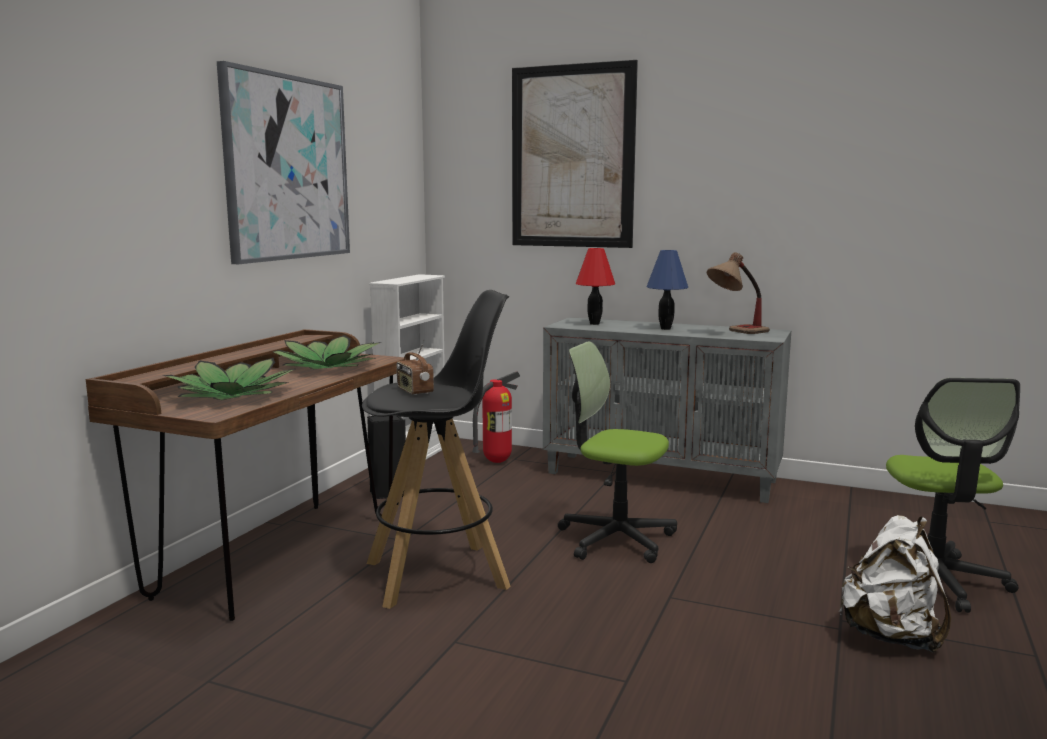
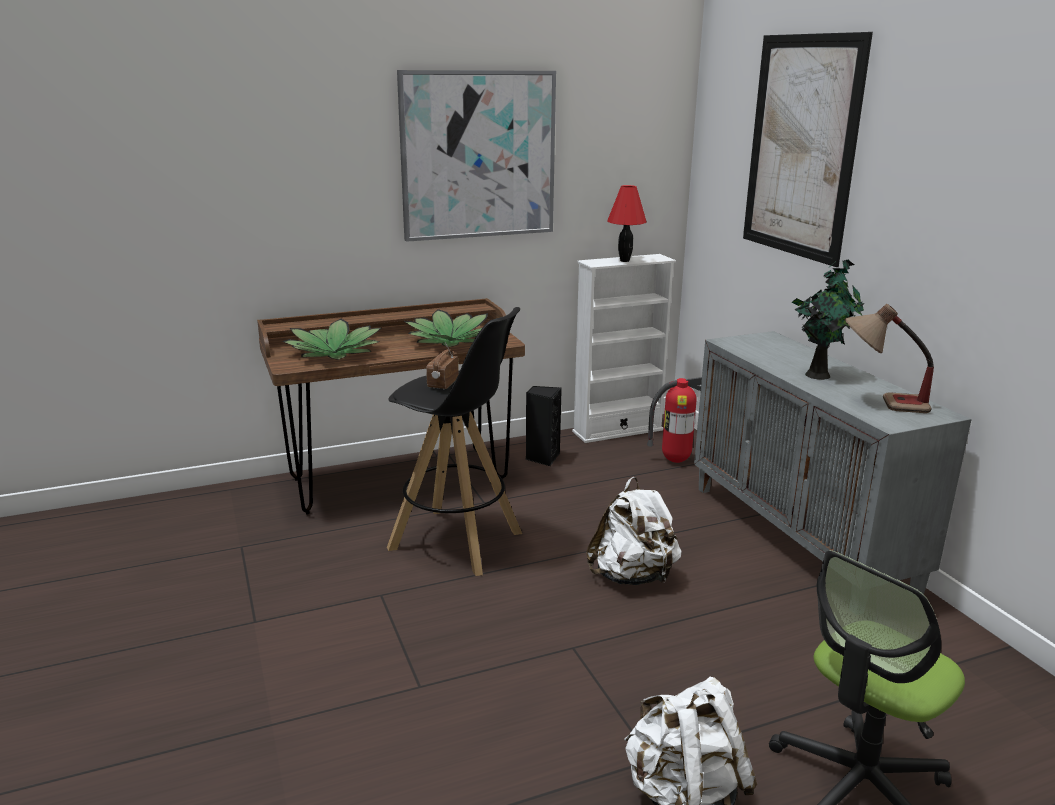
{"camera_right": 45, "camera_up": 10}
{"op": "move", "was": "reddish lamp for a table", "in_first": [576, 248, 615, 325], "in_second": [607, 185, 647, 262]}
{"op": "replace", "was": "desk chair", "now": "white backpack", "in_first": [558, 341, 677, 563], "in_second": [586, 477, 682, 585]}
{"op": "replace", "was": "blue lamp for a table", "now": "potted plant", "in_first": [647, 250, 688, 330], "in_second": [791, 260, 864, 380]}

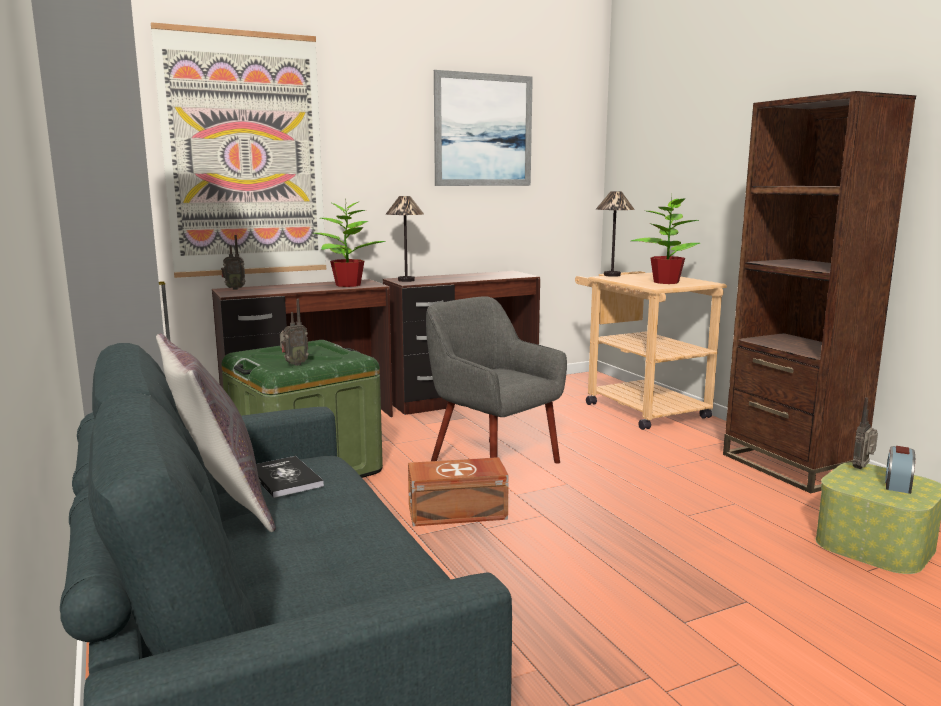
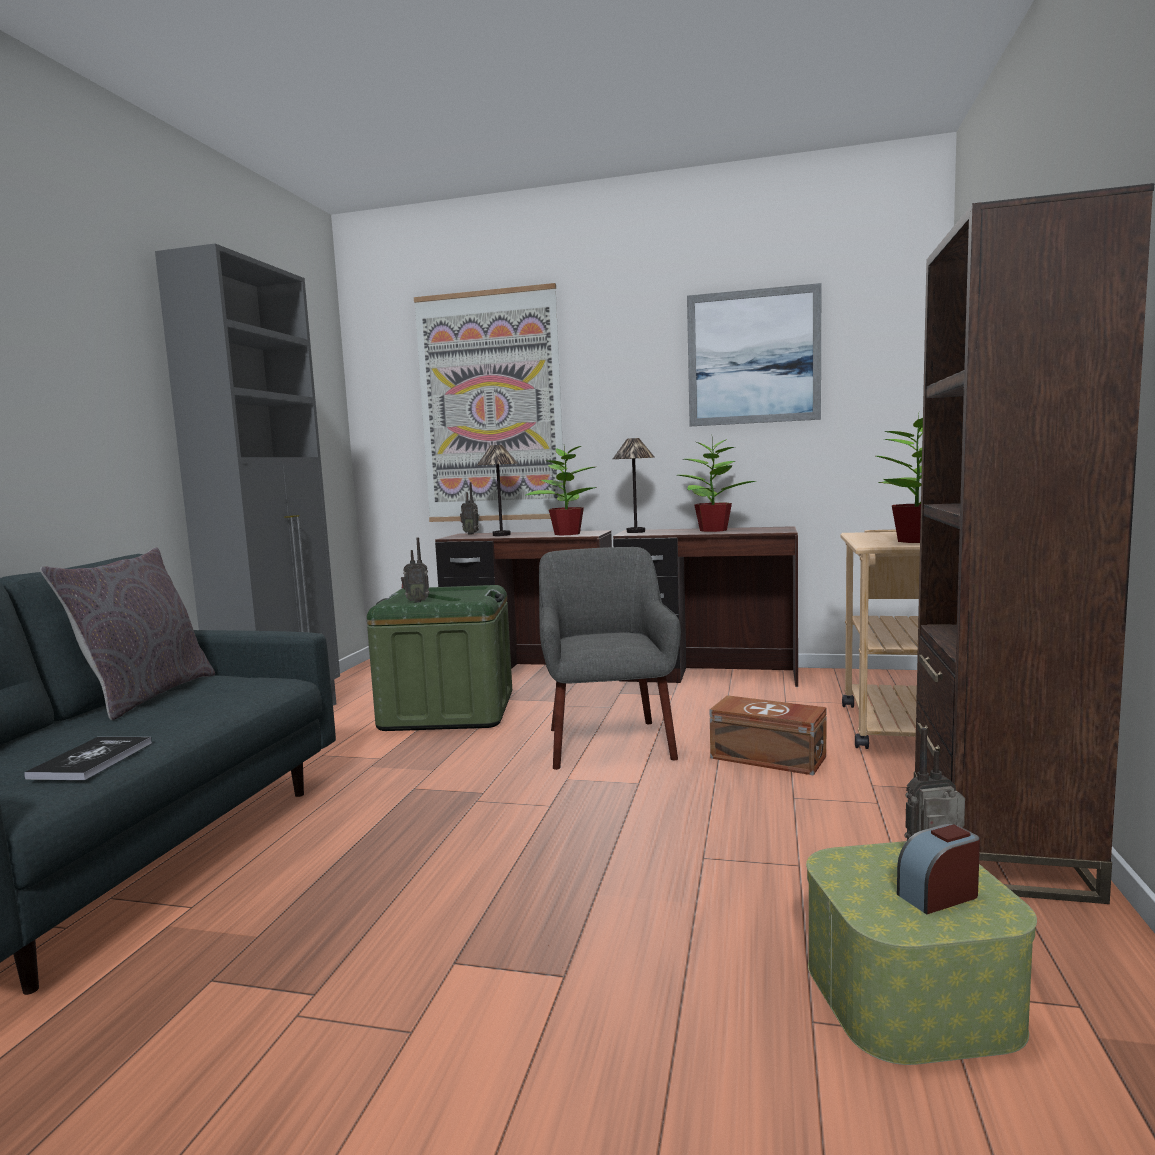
{"camera_right": 40, "camera_up": -5}
{"op": "insert", "now": "potted plant", "in_second": [678, 437, 756, 532]}
{"op": "move", "was": "volume", "in_first": [256, 456, 324, 498], "in_second": [24, 737, 152, 780]}
{"op": "move", "was": "brown-coloured storage bin", "in_first": [408, 457, 509, 526], "in_second": [710, 695, 827, 776]}
{"op": "move", "was": "lamp for a table", "in_first": [596, 191, 635, 277], "in_second": [477, 445, 518, 536]}

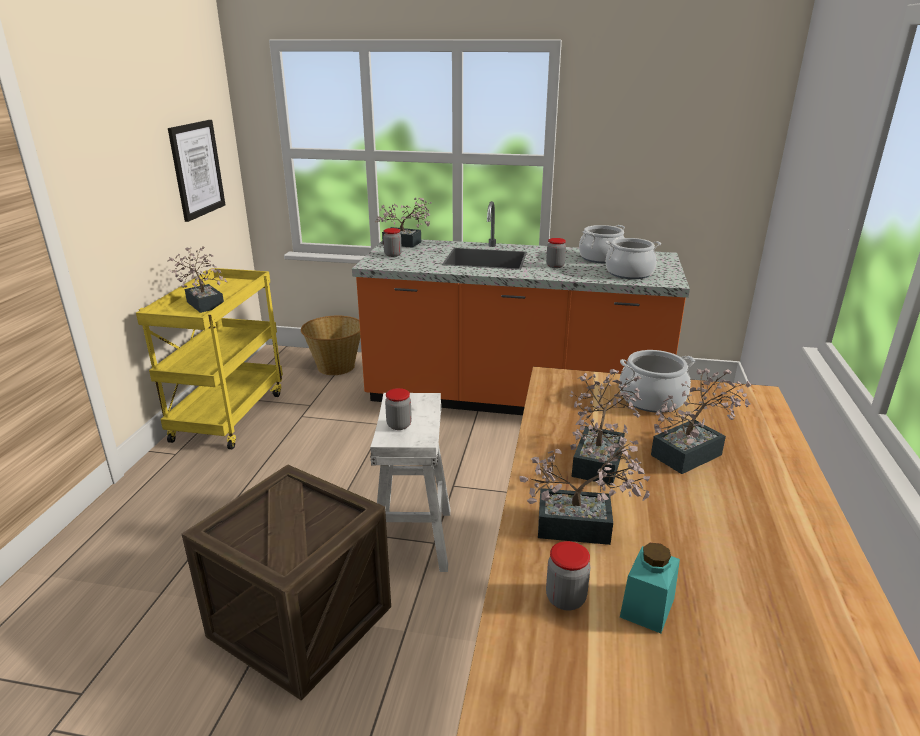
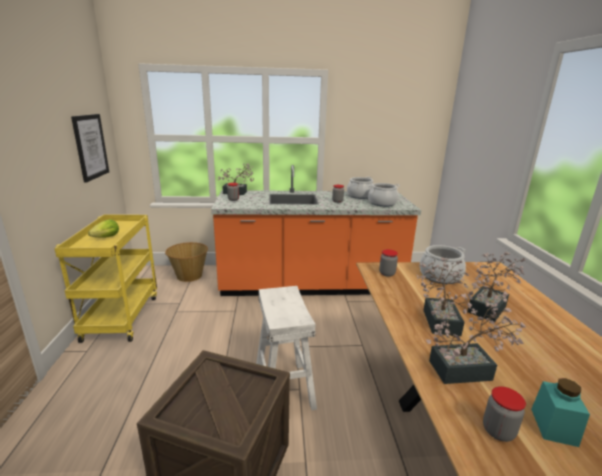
{"camera_right": -15, "camera_up": -5}
{"op": "move", "was": "storage jar", "in_first": [385, 388, 412, 430], "in_second": [379, 249, 398, 277]}
{"op": "replace", "was": "potted plant", "now": "lettuce", "in_first": [167, 246, 228, 313], "in_second": [88, 219, 119, 238]}

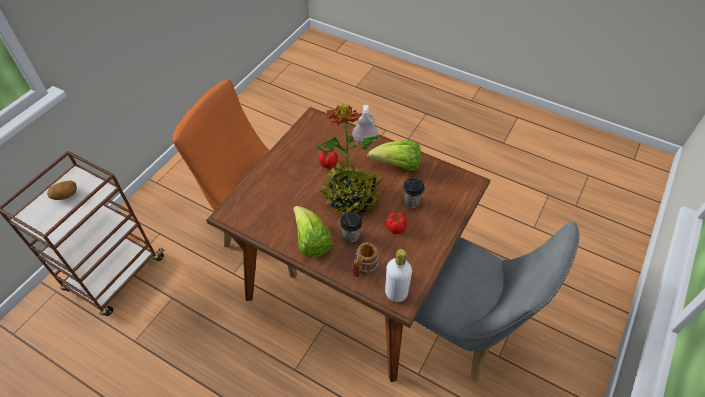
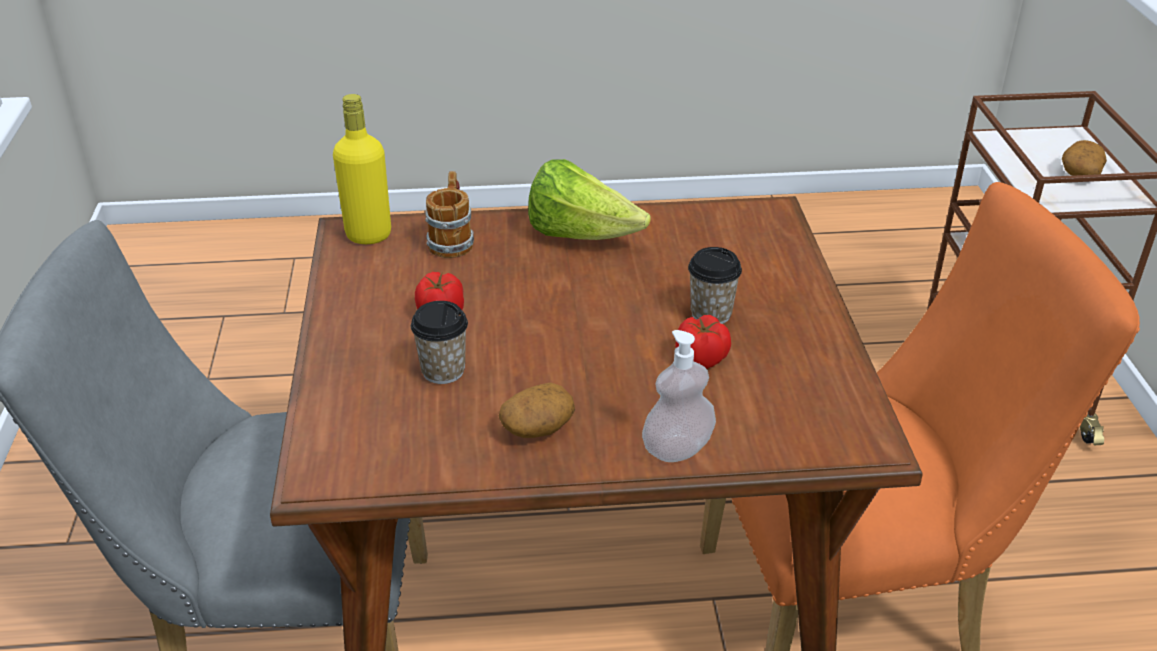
{"camera_right": 145, "camera_up": -15}
{"op": "delete", "was": "potted plant", "in_first": [316, 104, 384, 216]}
{"op": "move", "was": "small cup", "in_first": [340, 212, 363, 243], "in_second": [688, 247, 742, 324]}
{"op": "replace", "was": "lettuce", "now": "whole potato", "in_first": [367, 140, 421, 171], "in_second": [499, 383, 575, 438]}
{"op": "recolor", "was": "white drink bottle", "now": "yellow drink bottle", "in_first": [385, 249, 412, 302], "in_second": [333, 94, 391, 244]}

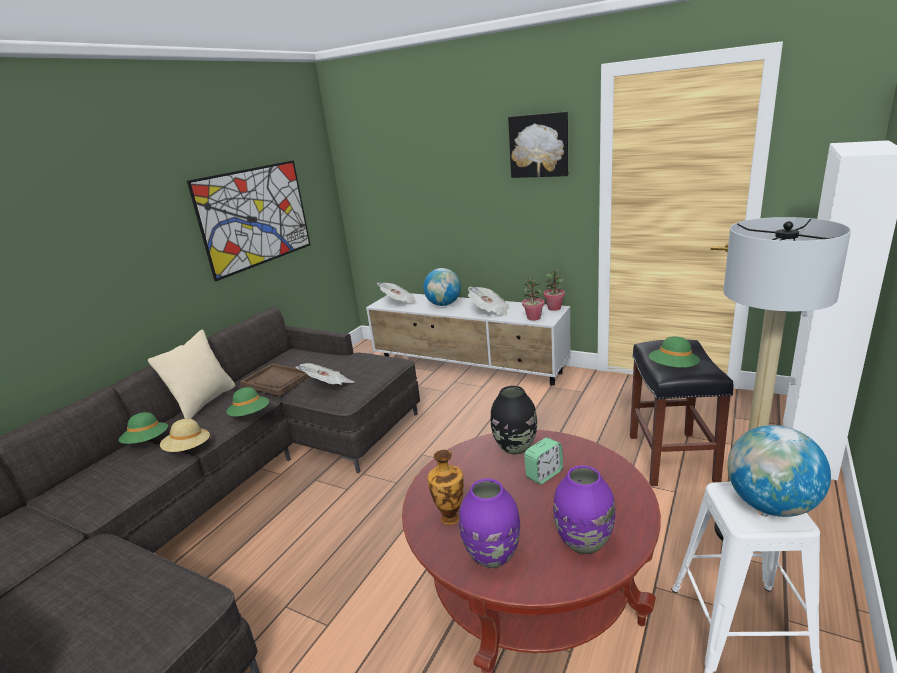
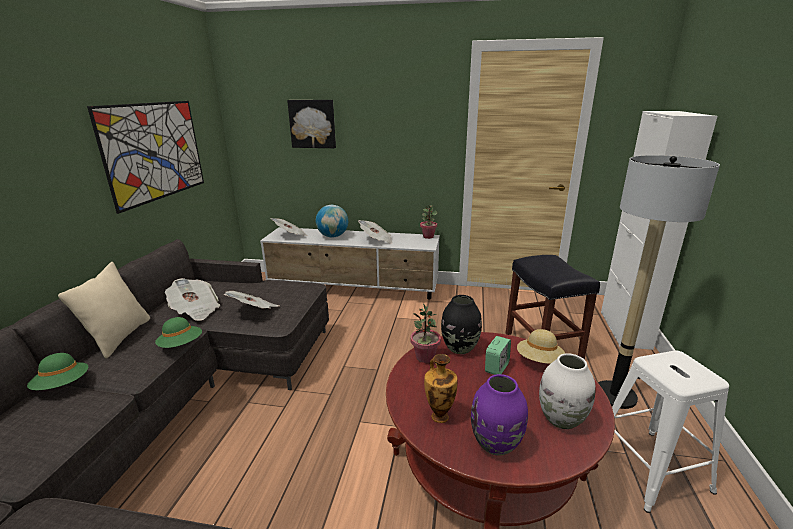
{"camera_right": -20, "camera_up": 0}
{"op": "delete", "was": "green-coloured wearable hat", "in_first": [649, 336, 700, 368]}
{"op": "delete", "was": "desk globe", "in_first": [727, 425, 831, 517]}
{"op": "move", "was": "beige wearable hat", "in_first": [160, 418, 212, 452], "in_second": [517, 329, 565, 364]}
{"op": "move", "was": "picture", "in_first": [508, 112, 568, 178], "in_second": [287, 100, 336, 148]}
{"op": "move", "was": "potted plant", "in_first": [522, 277, 545, 321], "in_second": [411, 303, 441, 363]}
{"op": "replace", "was": "brown-coloured carrying tray", "now": "printed paper", "in_first": [240, 363, 310, 396], "in_second": [165, 278, 220, 321]}
{"op": "recolor", "was": "purplish decorative vase", "now": "white decorative vase", "in_first": [553, 465, 615, 554], "in_second": [539, 353, 596, 429]}

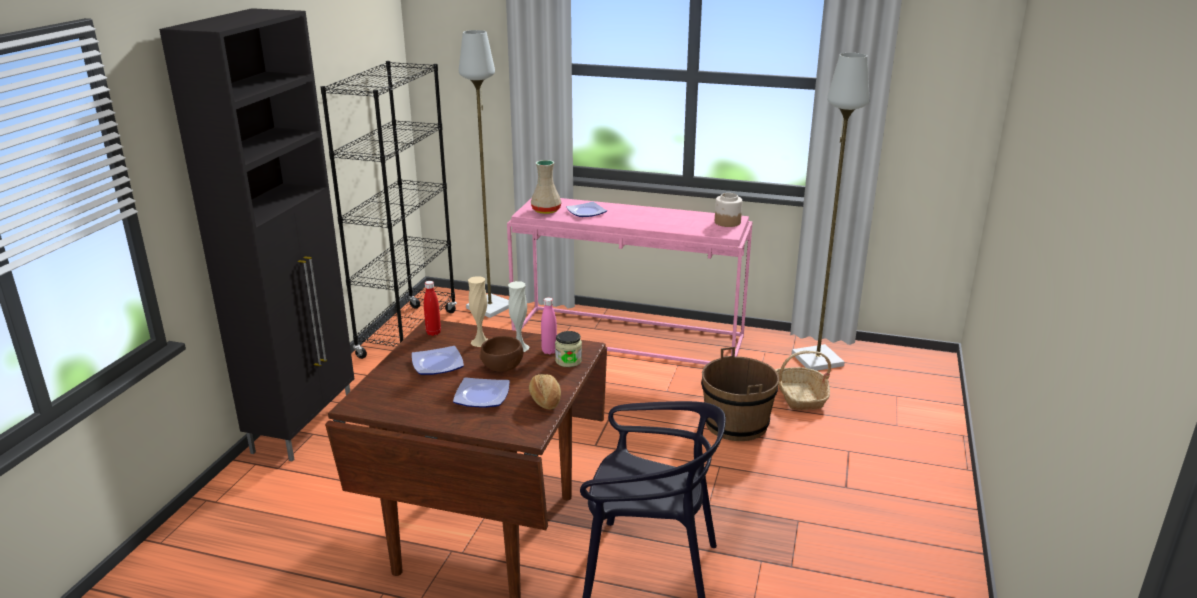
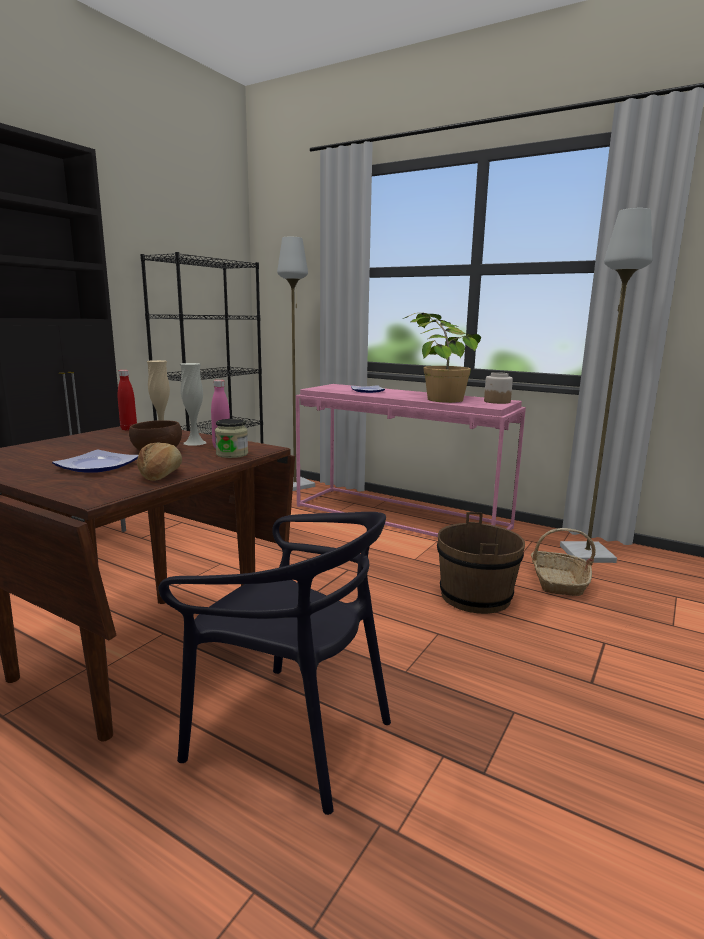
{"camera_right": 15, "camera_up": -10}
{"op": "delete", "was": "dinner plate", "in_first": [412, 346, 464, 375]}
{"op": "delete", "was": "beige decorative vase", "in_first": [531, 160, 562, 214]}
{"op": "insert", "now": "potted plant", "in_second": [403, 313, 481, 403]}

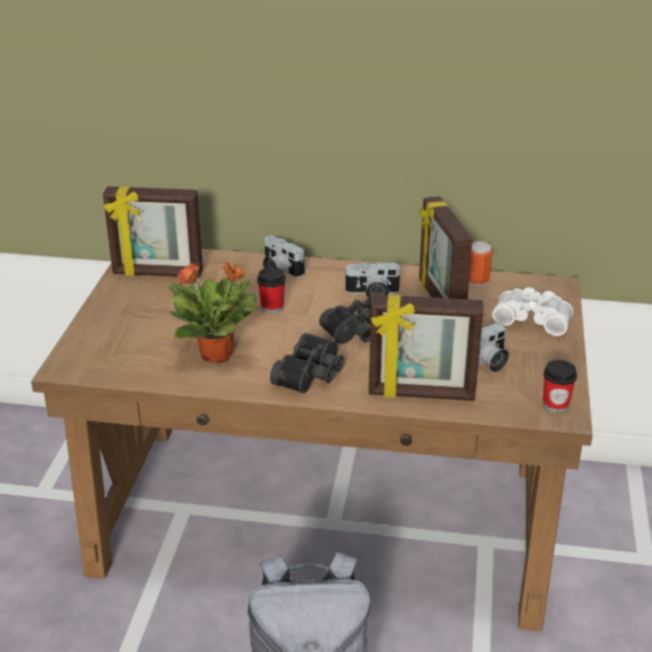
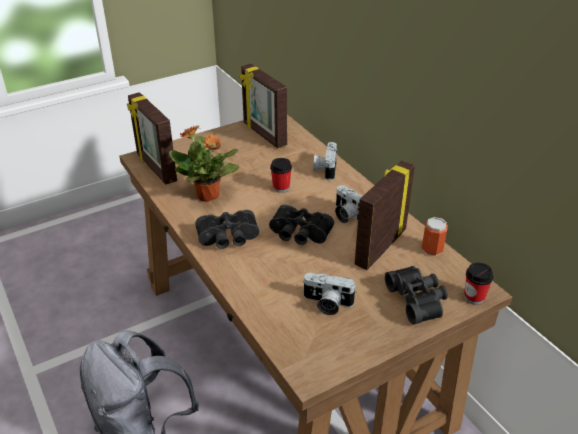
{"camera_right": 50, "camera_up": 5}
{"op": "move", "was": "standing frame", "in_first": [369, 294, 483, 401], "in_second": [127, 92, 177, 185]}
{"op": "move", "was": "small cup", "in_first": [543, 360, 577, 413], "in_second": [464, 263, 494, 305]}
{"op": "recolor", "was": "white pair of binoculars", "now": "blackish pair of binoculars", "in_first": [492, 287, 573, 336], "in_second": [385, 266, 448, 325]}

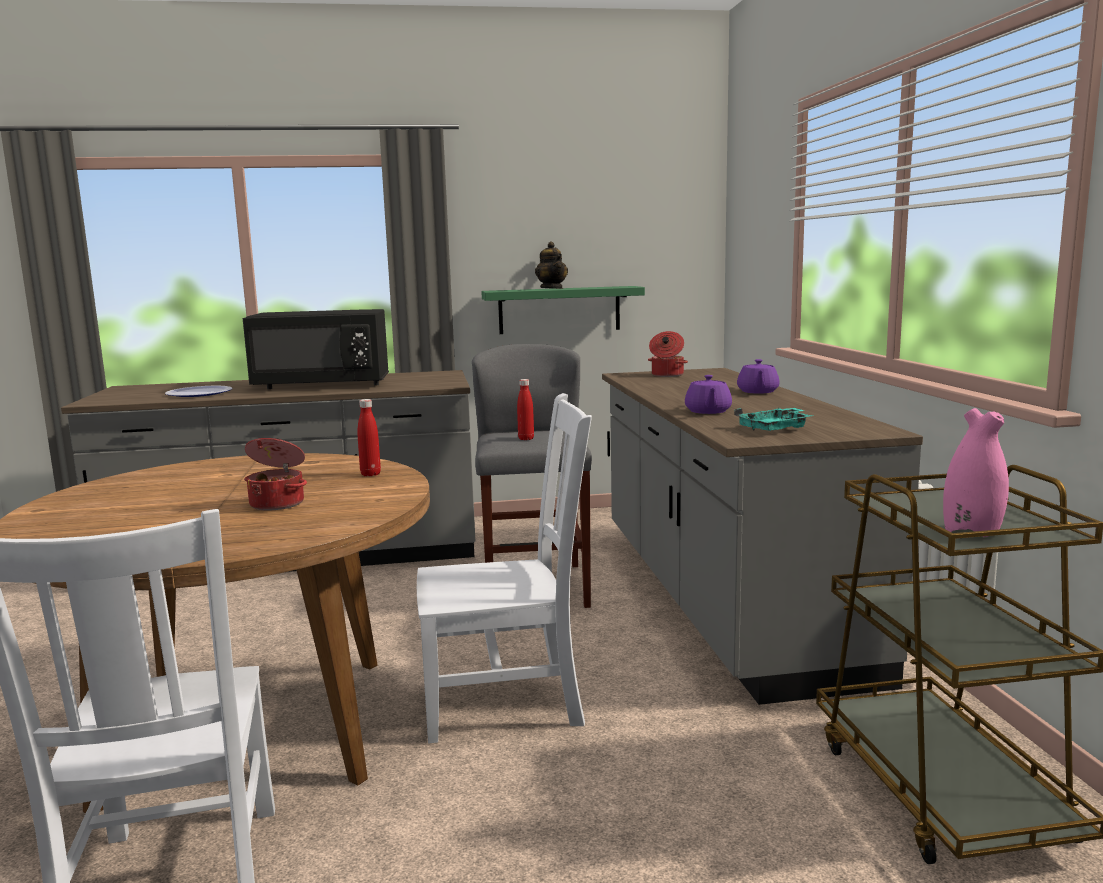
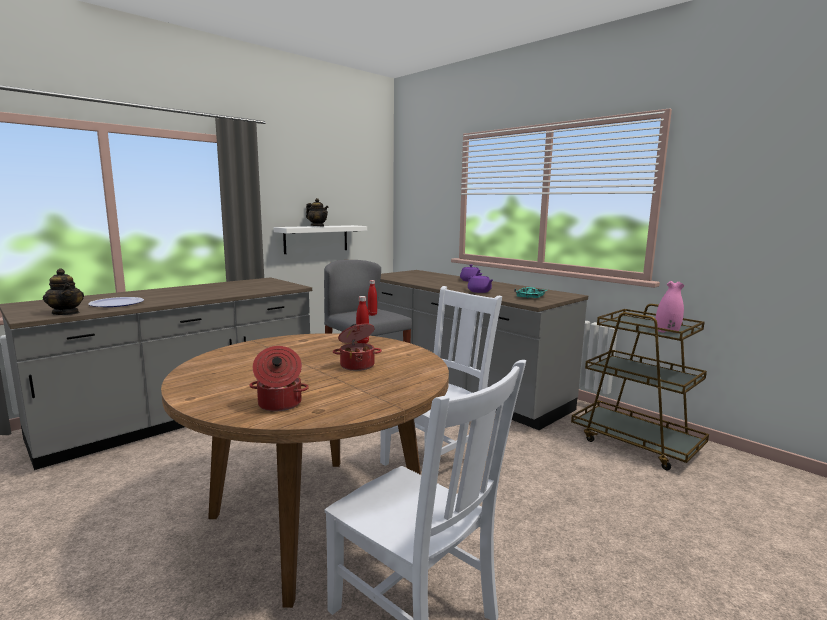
{"camera_right": -35, "camera_up": 0}
{"op": "delete", "was": "blackish microwave oven", "in_first": [243, 309, 389, 389]}
{"op": "insert", "now": "tea pot", "in_second": [43, 268, 84, 315]}
{"op": "move", "was": "cooking pot", "in_first": [648, 331, 688, 377], "in_second": [249, 346, 309, 411]}
{"op": "recolor", "was": "green-coloured bracket shelf", "now": "white bracket shelf", "in_first": [481, 286, 645, 334], "in_second": [274, 225, 367, 254]}

